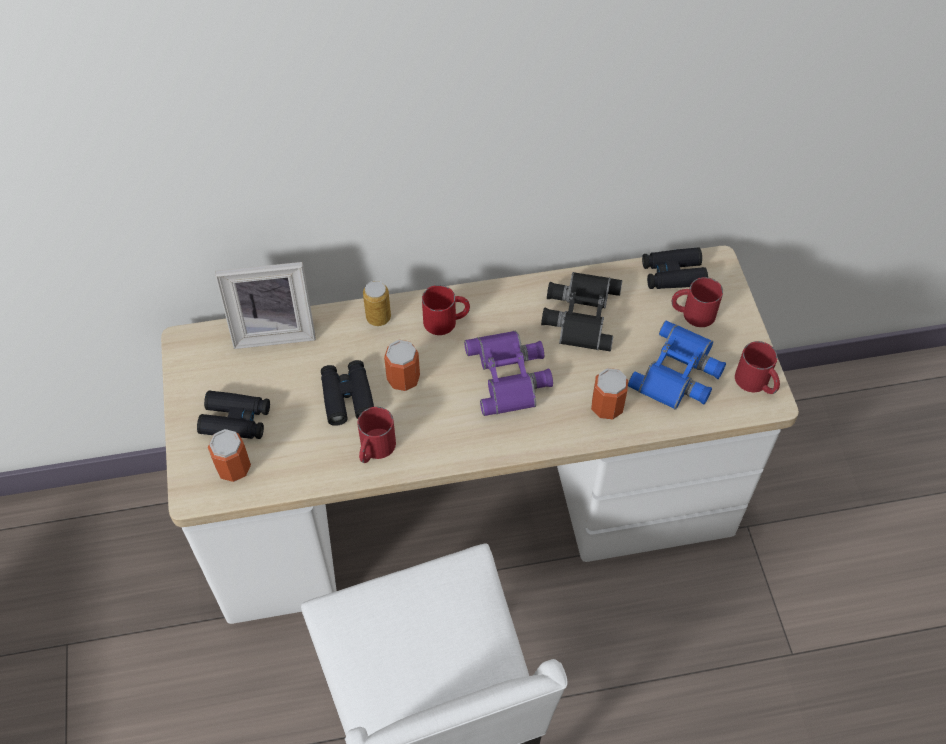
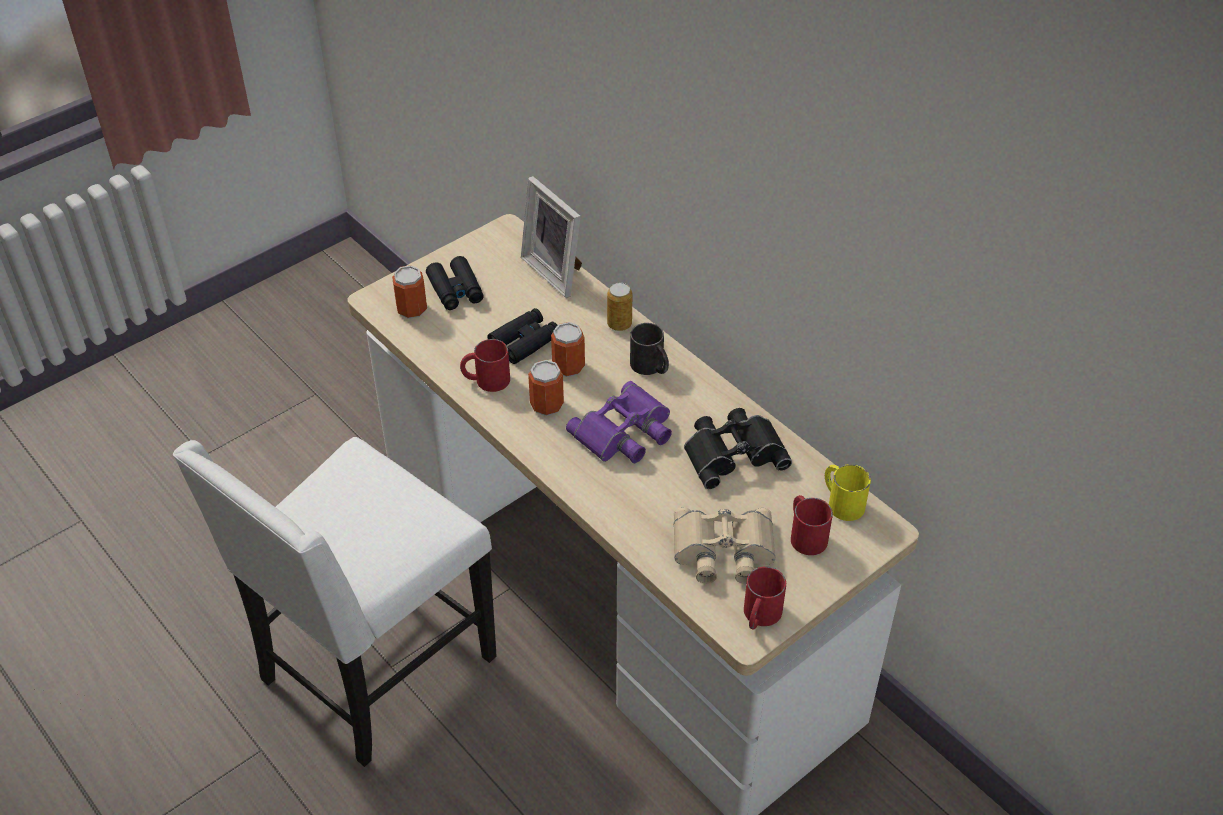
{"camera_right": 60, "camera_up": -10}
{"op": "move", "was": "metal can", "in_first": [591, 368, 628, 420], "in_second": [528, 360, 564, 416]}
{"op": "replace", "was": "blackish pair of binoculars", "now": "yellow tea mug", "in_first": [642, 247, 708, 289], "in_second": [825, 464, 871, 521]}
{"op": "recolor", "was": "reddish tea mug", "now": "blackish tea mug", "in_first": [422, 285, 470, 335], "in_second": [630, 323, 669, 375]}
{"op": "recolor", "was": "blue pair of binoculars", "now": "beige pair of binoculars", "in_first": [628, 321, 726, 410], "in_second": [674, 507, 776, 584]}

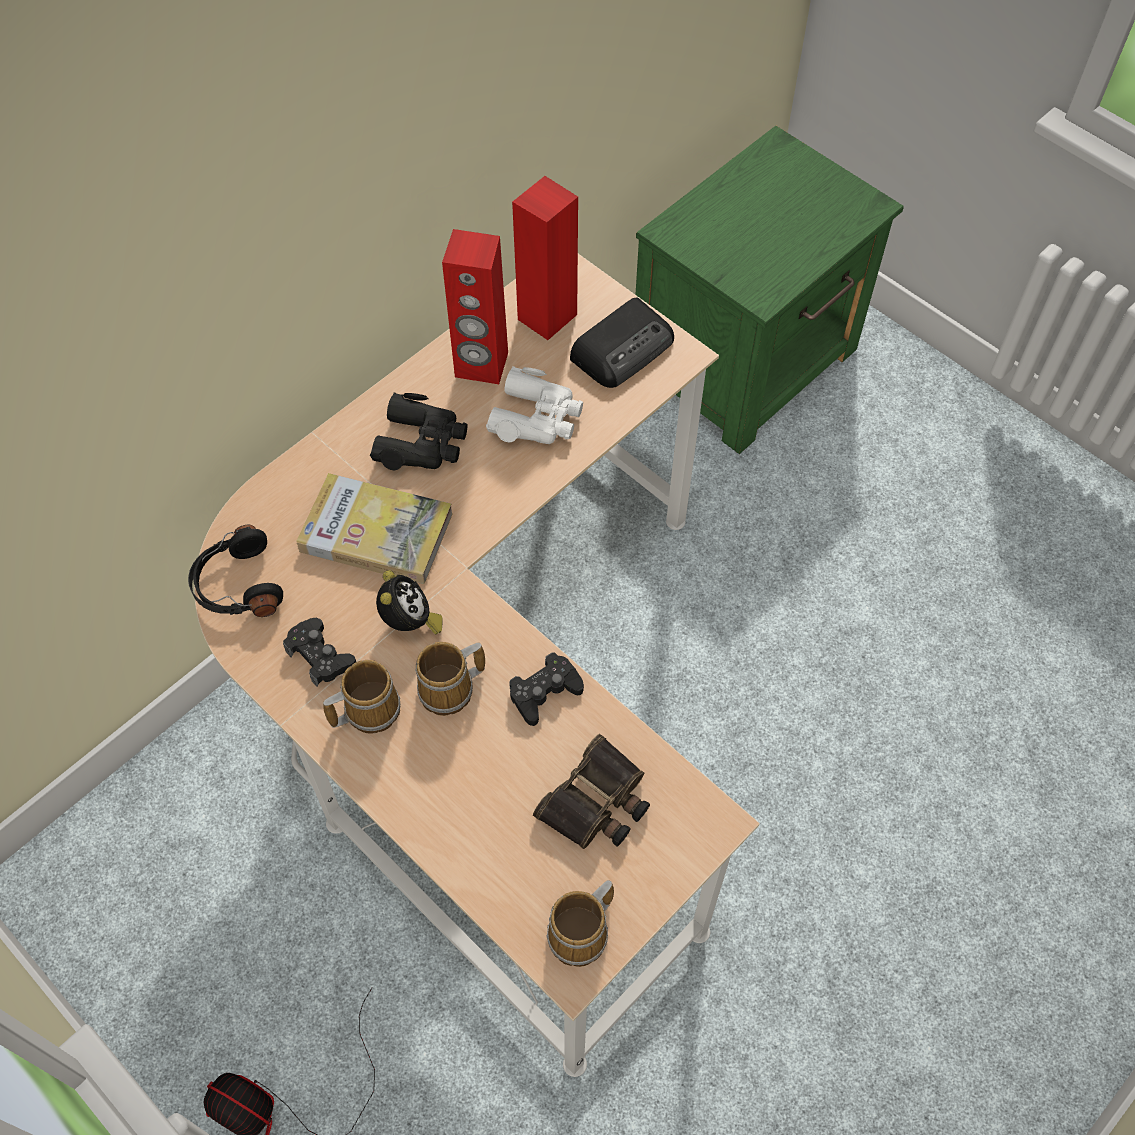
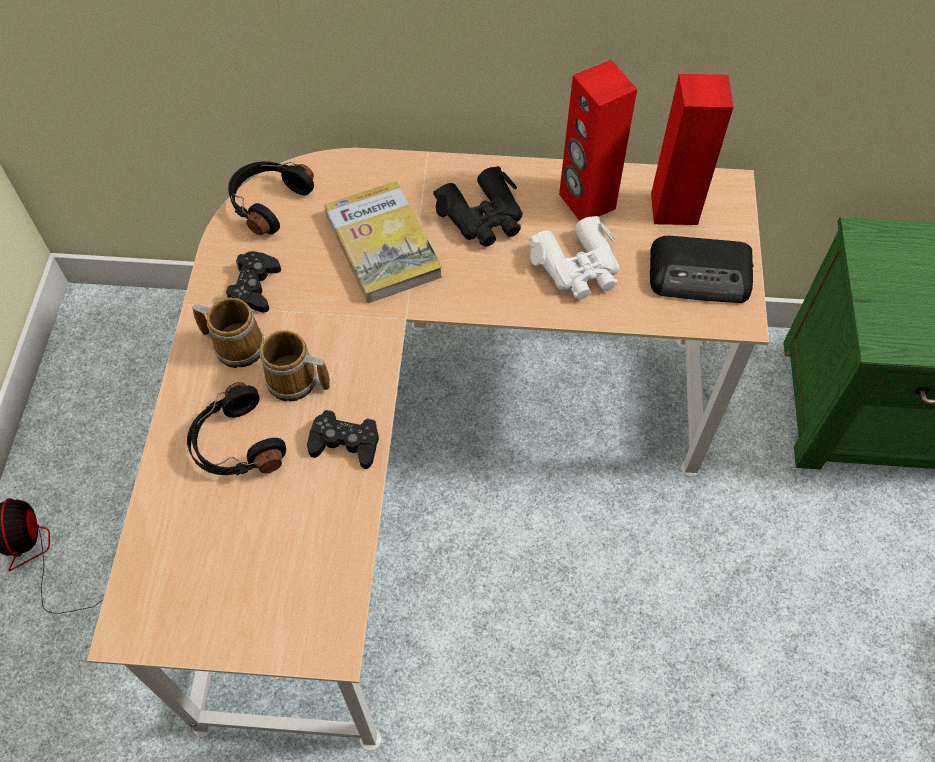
{"camera_right": 50, "camera_up": 0}
{"op": "delete", "was": "bedside clock", "in_first": [376, 570, 443, 635]}
{"op": "delete", "was": "pair of binoculars", "in_first": [533, 734, 650, 849]}
{"op": "delete", "was": "tea mug", "in_first": [546, 880, 614, 967]}
{"op": "insert", "now": "blackish headphones", "in_second": [187, 382, 286, 475]}

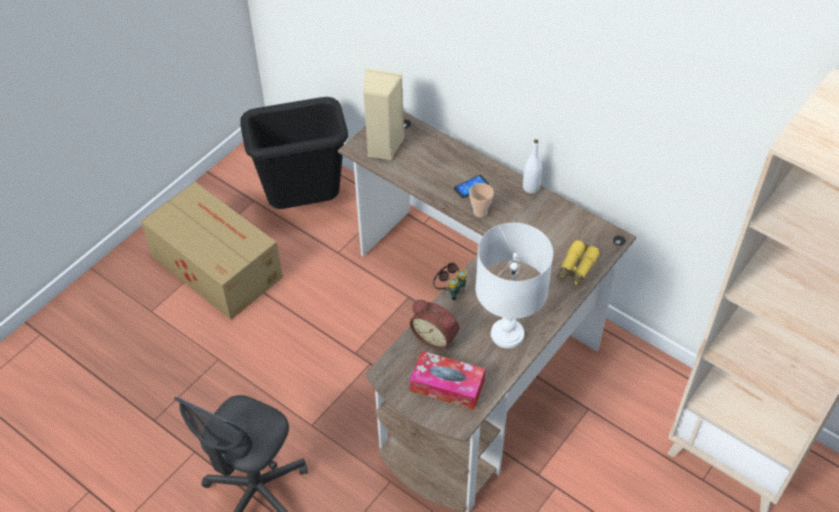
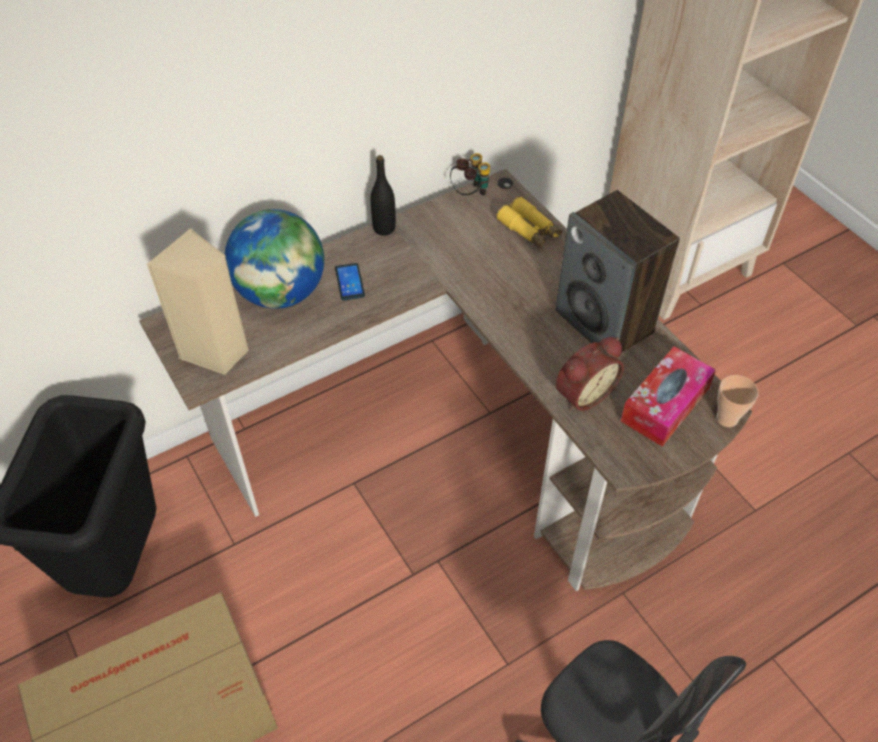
{"camera_right": -70, "camera_up": 0}
{"op": "insert", "now": "desk globe", "in_second": [225, 209, 324, 309]}
{"op": "move", "was": "pair of binoculars", "in_first": [433, 262, 467, 300], "in_second": [450, 153, 490, 196]}
{"op": "move", "was": "small cup", "in_first": [469, 183, 494, 217], "in_second": [717, 375, 759, 427]}
{"op": "replace", "was": "white lamp for a table", "now": "speaker", "in_first": [475, 223, 553, 348], "in_second": [556, 190, 680, 353]}
{"op": "recolor", "was": "white drink bottle", "now": "blackish drink bottle", "in_first": [523, 139, 542, 194], "in_second": [370, 155, 396, 236]}

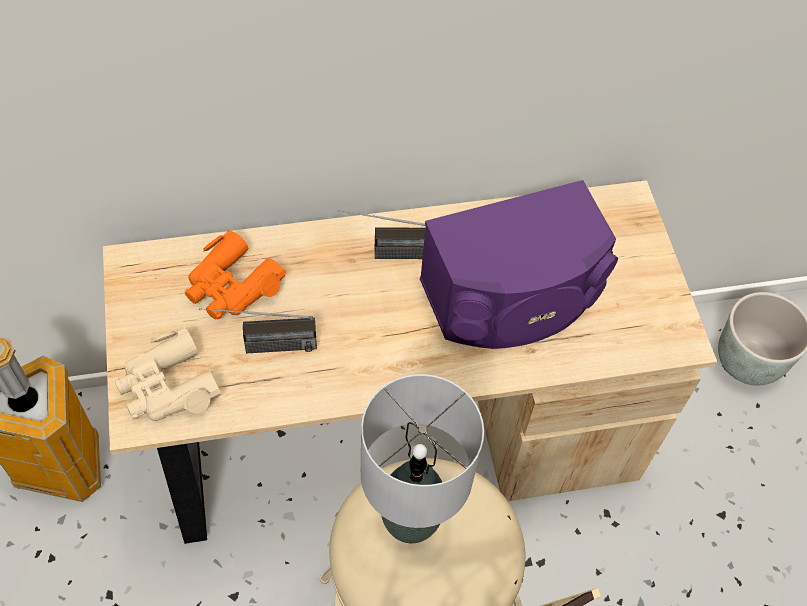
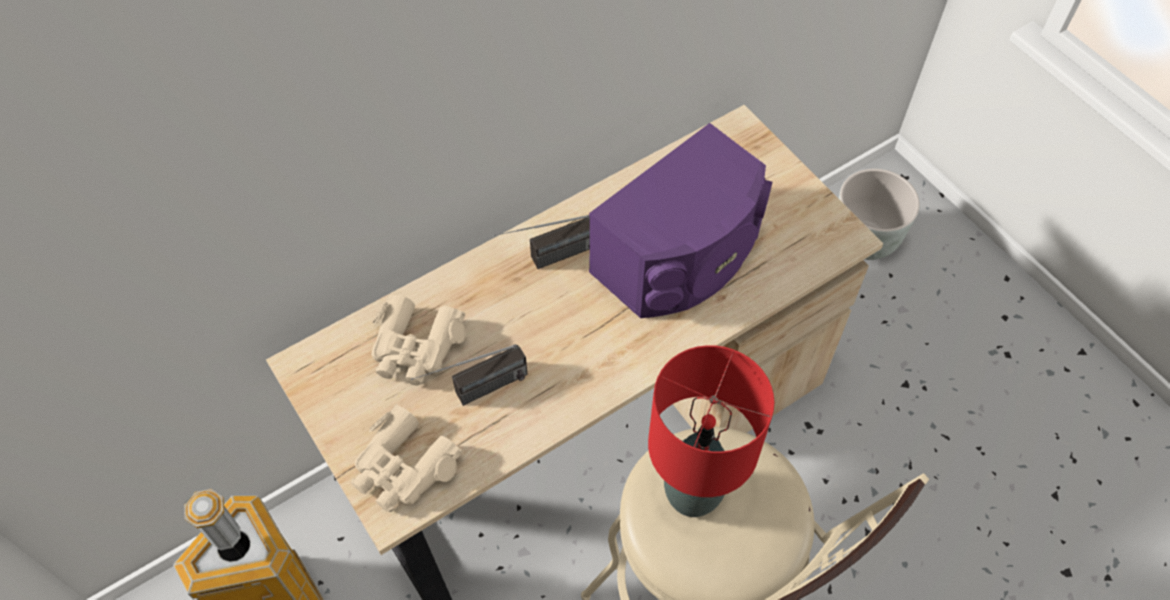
{"camera_right": -20, "camera_up": 0}
{"op": "recolor", "was": "orange pair of binoculars", "now": "beige pair of binoculars", "in_first": [185, 230, 286, 319], "in_second": [371, 295, 466, 386]}
{"op": "recolor", "was": "grey lamp for a table", "now": "reddish lamp for a table", "in_first": [361, 374, 484, 543], "in_second": [648, 345, 774, 517]}

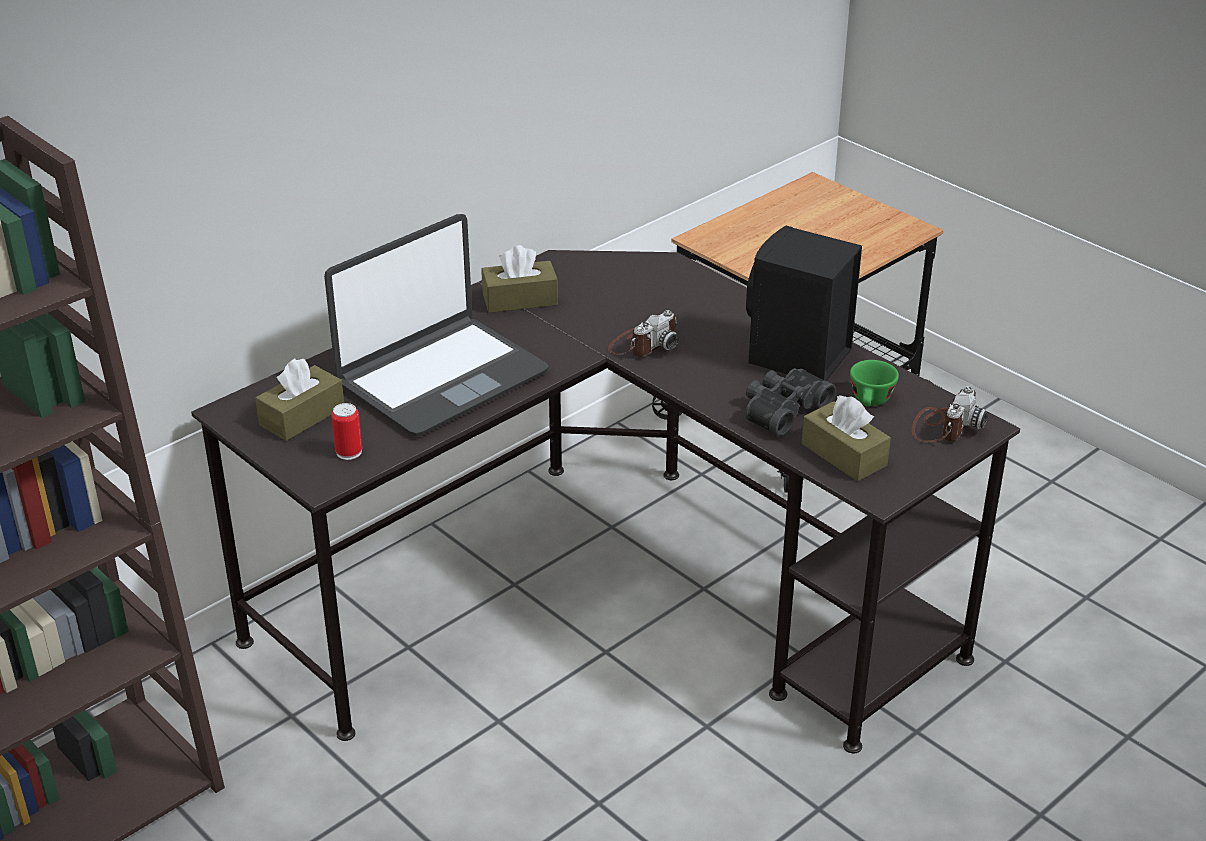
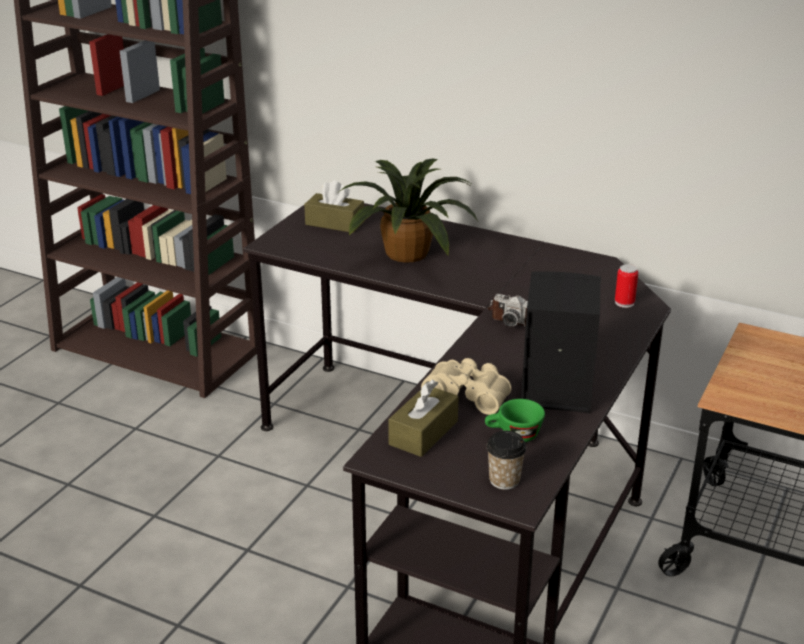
{"camera_right": 70, "camera_up": -5}
{"op": "delete", "was": "brown-coloured tissue box", "in_first": [482, 245, 558, 313]}
{"op": "move", "was": "metal can", "in_first": [331, 403, 362, 460], "in_second": [615, 264, 638, 308]}
{"op": "replace", "was": "portable computer", "now": "potted plant", "in_first": [324, 214, 549, 436], "in_second": [339, 158, 478, 263]}
{"op": "replace", "was": "still camera", "now": "small cup", "in_first": [912, 386, 988, 442], "in_second": [486, 431, 526, 490]}
{"op": "recolor", "was": "blackish pair of binoculars", "now": "beige pair of binoculars", "in_first": [745, 368, 836, 437], "in_second": [421, 358, 512, 415]}

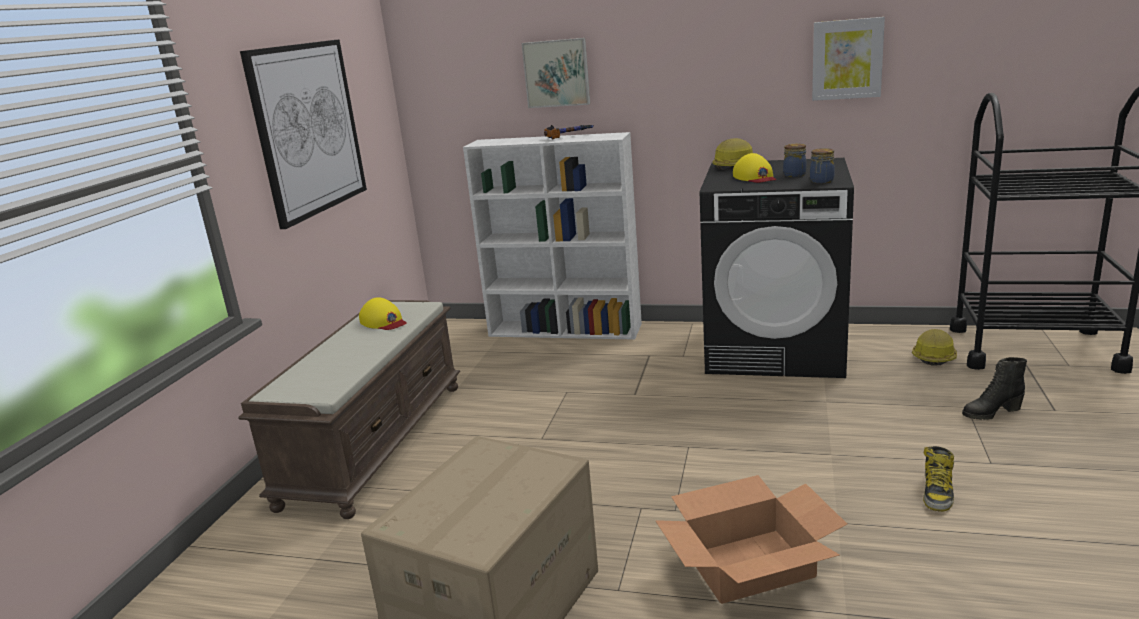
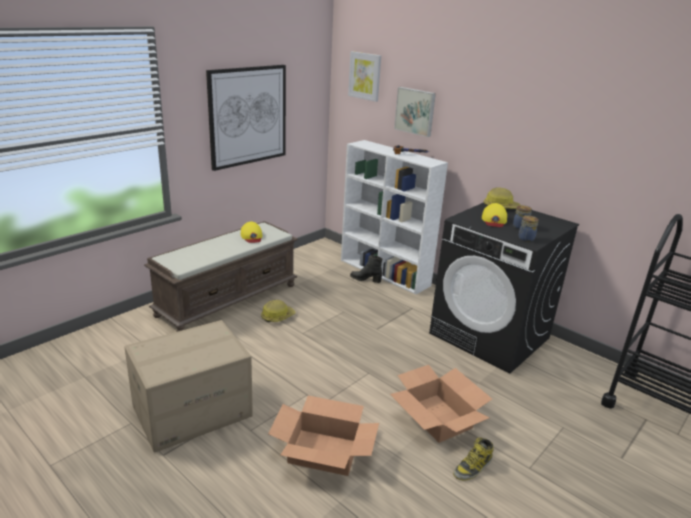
{"camera_right": 25, "camera_up": 5}
{"op": "insert", "now": "packing box", "in_second": [390, 365, 492, 443]}
{"op": "move", "was": "picture", "in_first": [812, 17, 885, 101], "in_second": [348, 51, 381, 102]}
{"op": "move", "was": "hard hat", "in_first": [912, 329, 957, 366], "in_second": [261, 300, 296, 322]}
{"op": "move", "was": "blackish boot", "in_first": [962, 357, 1027, 420], "in_second": [350, 255, 383, 283]}

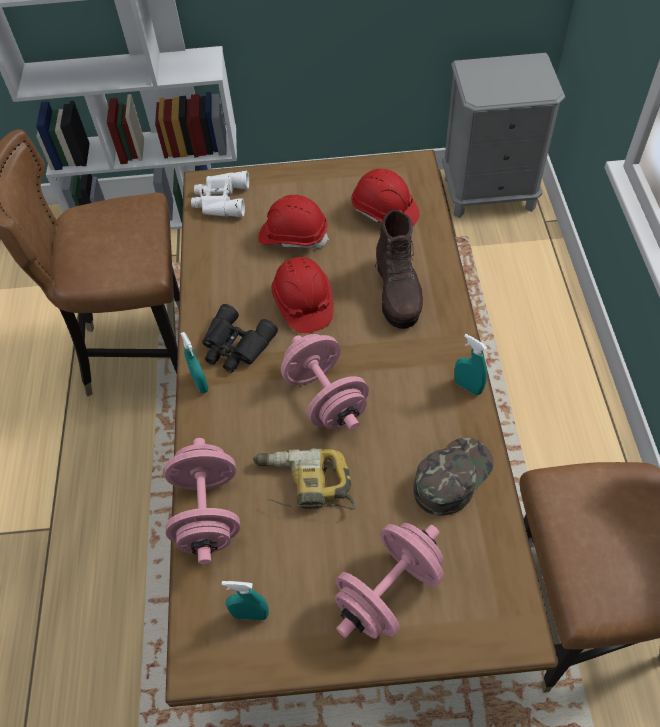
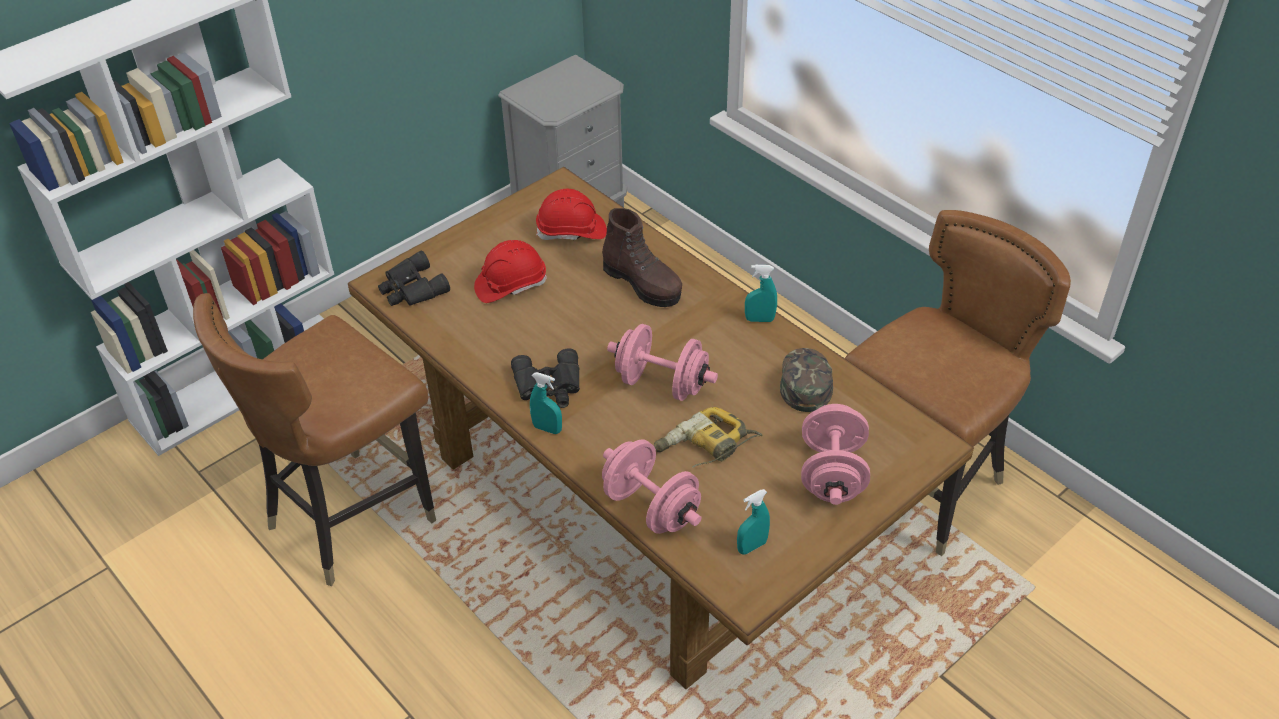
{"camera_right": -40, "camera_up": -10}
{"op": "delete", "was": "reddish hard hat", "in_first": [271, 257, 334, 333]}
{"op": "recolor", "was": "white pair of binoculars", "now": "blackish pair of binoculars", "in_first": [191, 171, 249, 217], "in_second": [378, 250, 450, 306]}

